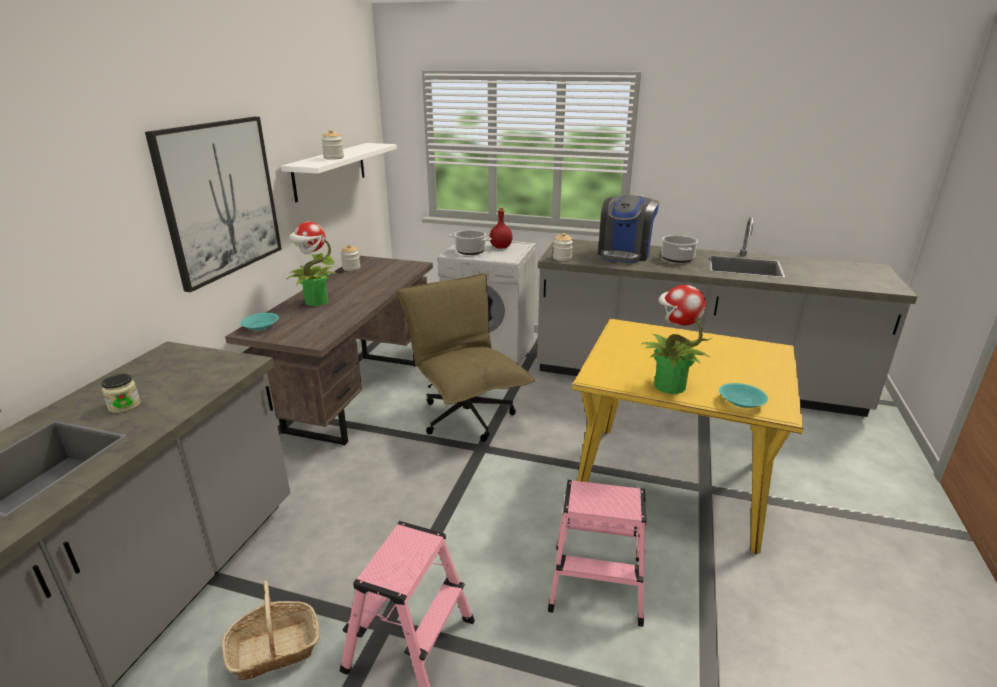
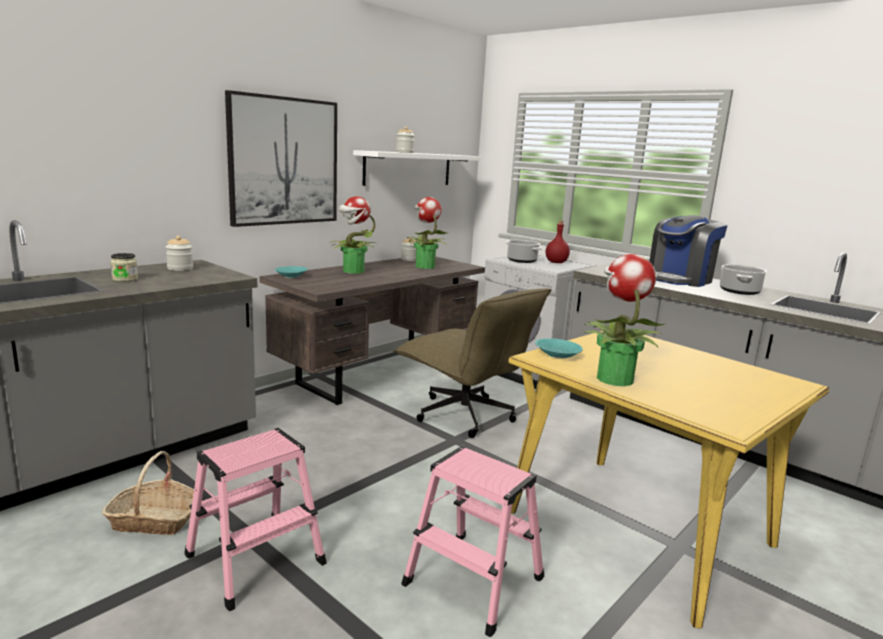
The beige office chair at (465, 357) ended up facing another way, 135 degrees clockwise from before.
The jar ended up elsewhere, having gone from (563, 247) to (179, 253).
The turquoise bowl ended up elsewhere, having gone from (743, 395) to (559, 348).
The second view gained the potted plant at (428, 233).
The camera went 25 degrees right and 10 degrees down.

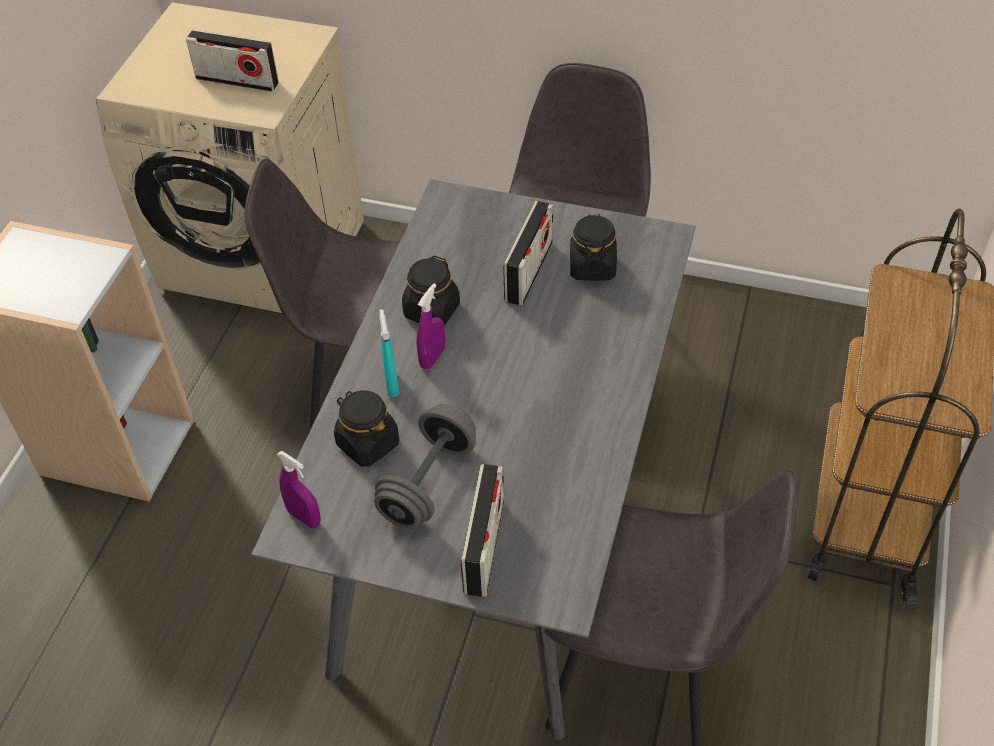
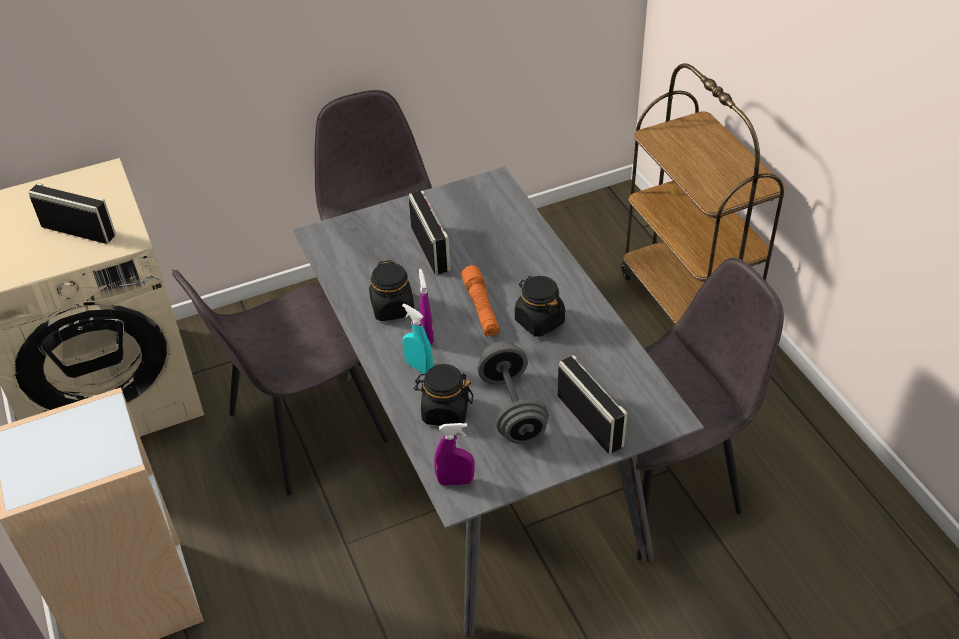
The radio at (232, 61) ended up facing another way, 135 degrees counterclockwise from before.
The black jar ended up elsewhere, having gone from (593, 247) to (540, 306).
The second view gained the orange flashlight at (480, 301).
The camera went 40 degrees left and 5 degrees down.

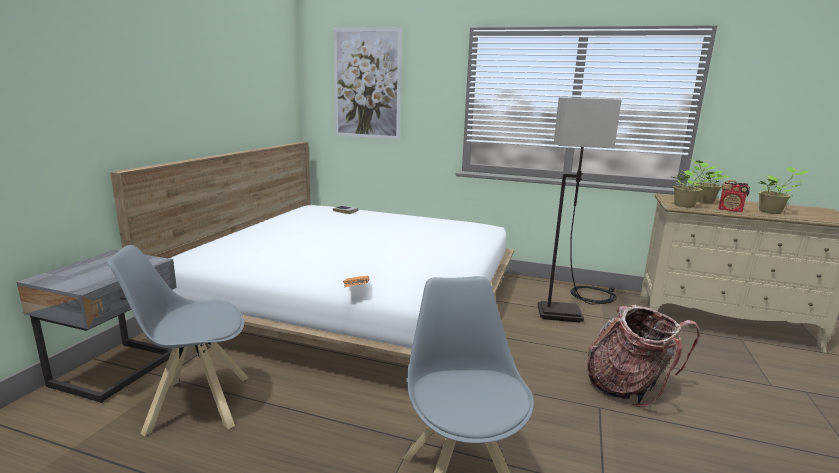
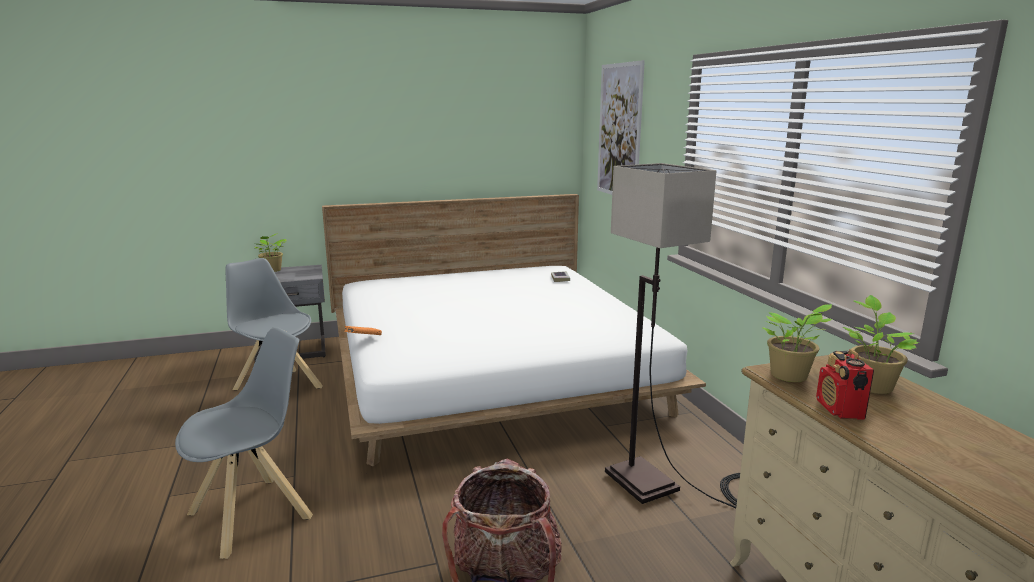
The potted plant ended up elsewhere, having gone from (784, 190) to (271, 252).
The camera went 55 degrees right and 0 degrees up.

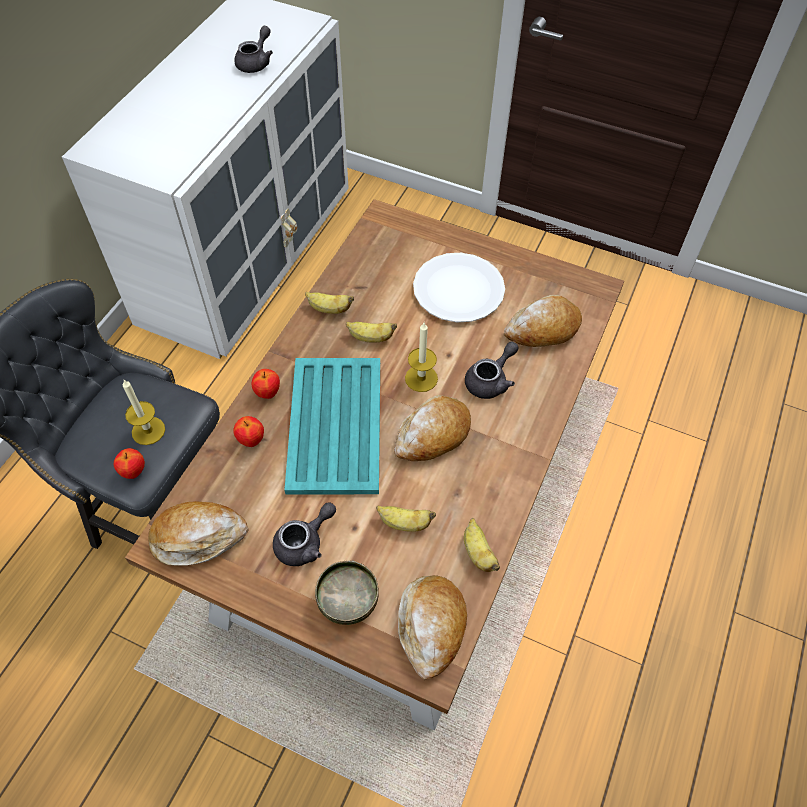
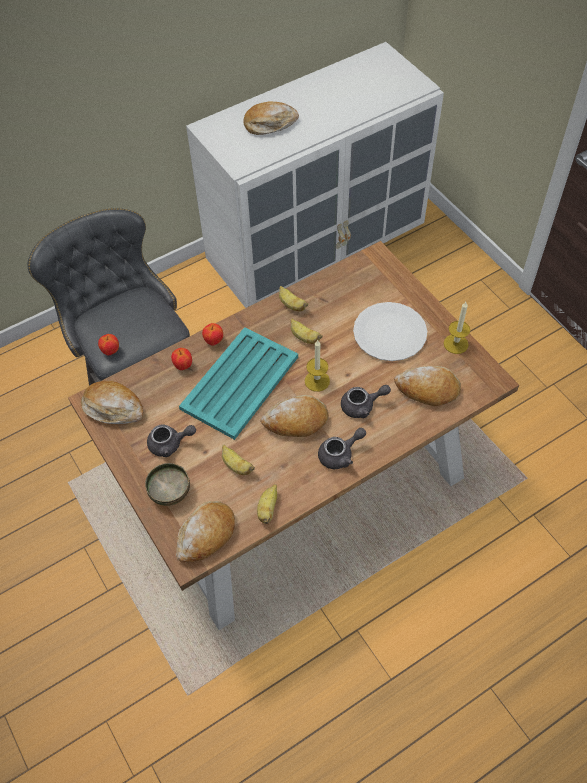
The candle ended up elsewhere, having gone from (144, 412) to (457, 328).
The grey teapot ended up elsewhere, having gone from (253, 49) to (342, 448).
The second view gained the bread at (271, 118).
The camera went 35 degrees right and 0 degrees up.

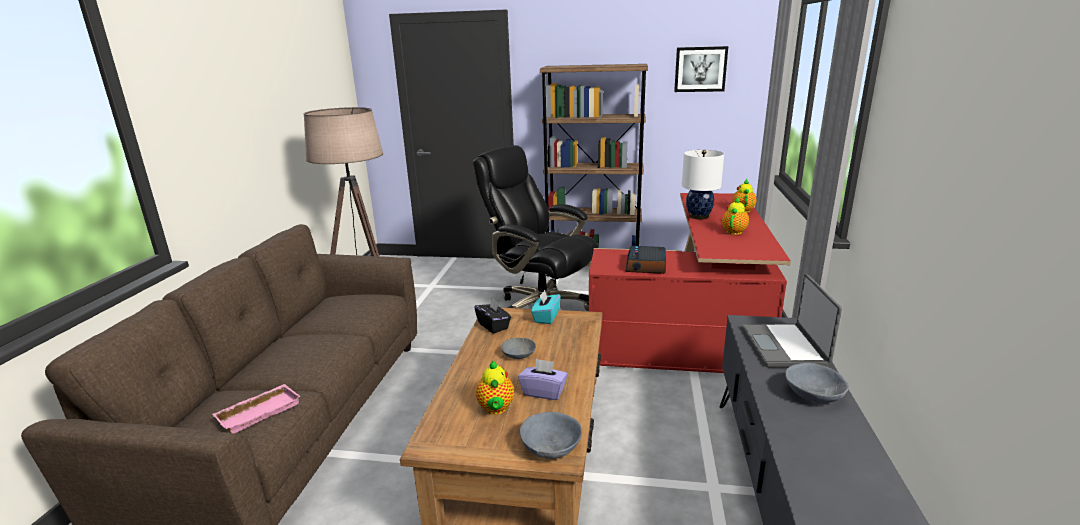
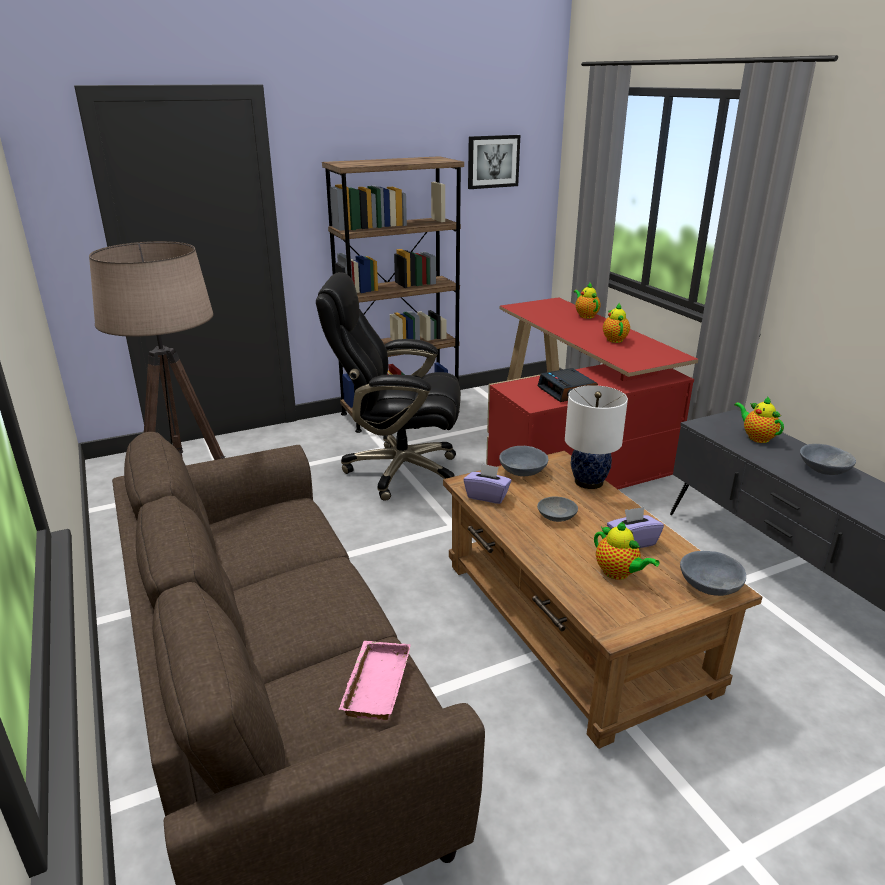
What was the black tissue box at (492, 316) turned into the purple tissue box at (488, 483).
Where the turquoise tissue box stood at (546, 306), the grey bowl came to stand at (523, 461).
The white table lamp ended up elsewhere, having gone from (703, 184) to (596, 437).
Where the laptop stood at (792, 320), the teapot came to stand at (759, 419).
The camera went 35 degrees left and 5 degrees up.

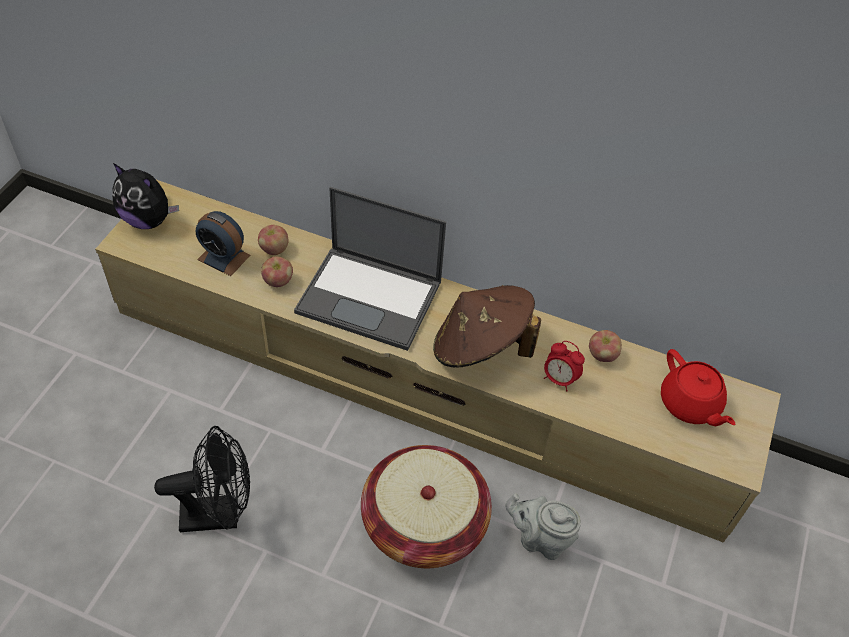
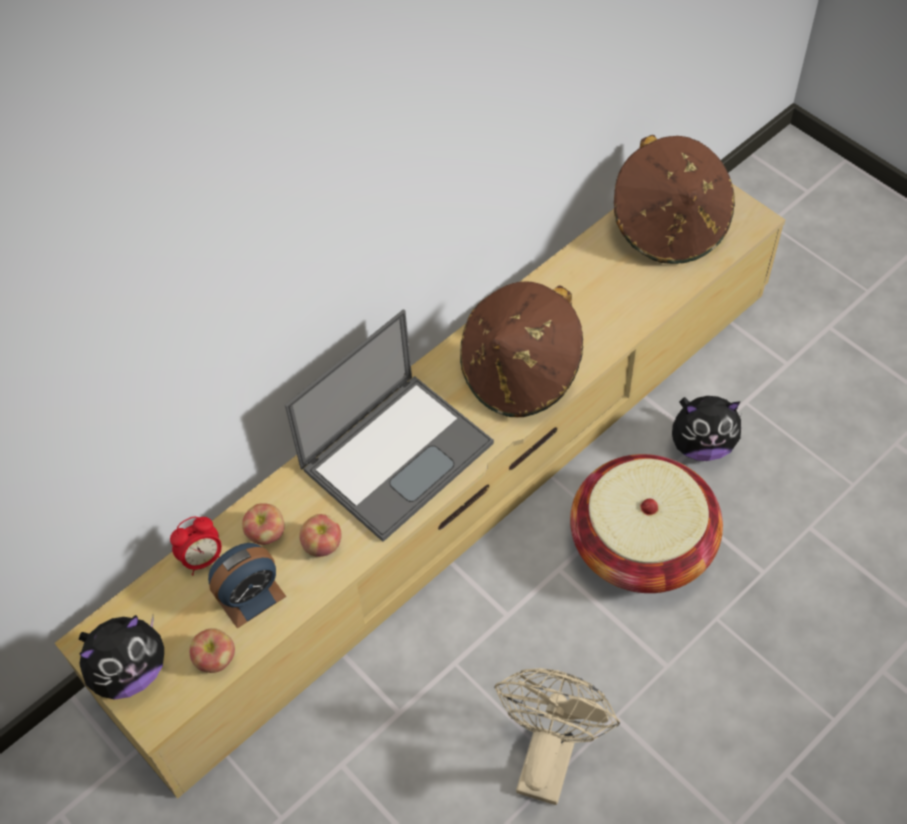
What was the black fan at (202, 479) turned into the beige fan at (557, 736).
Where the grey teapot stood at (543, 526), the plush toy came to stand at (706, 428).
The alarm clock ended up elsewhere, having gone from (564, 366) to (196, 546).
The apple ended up elsewhere, having gone from (605, 346) to (212, 650).
Where the red teapot stood at (698, 387), the brown hat came to stand at (674, 199).
The camera went 60 degrees left and 5 degrees up.

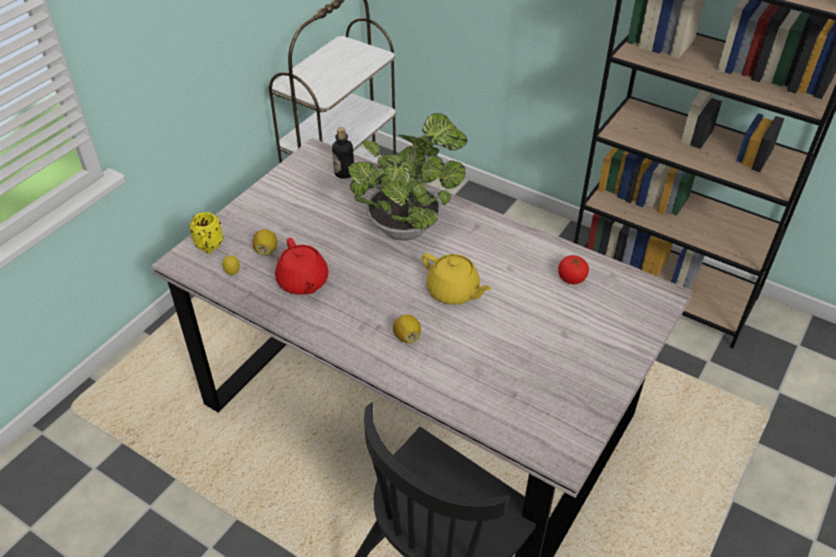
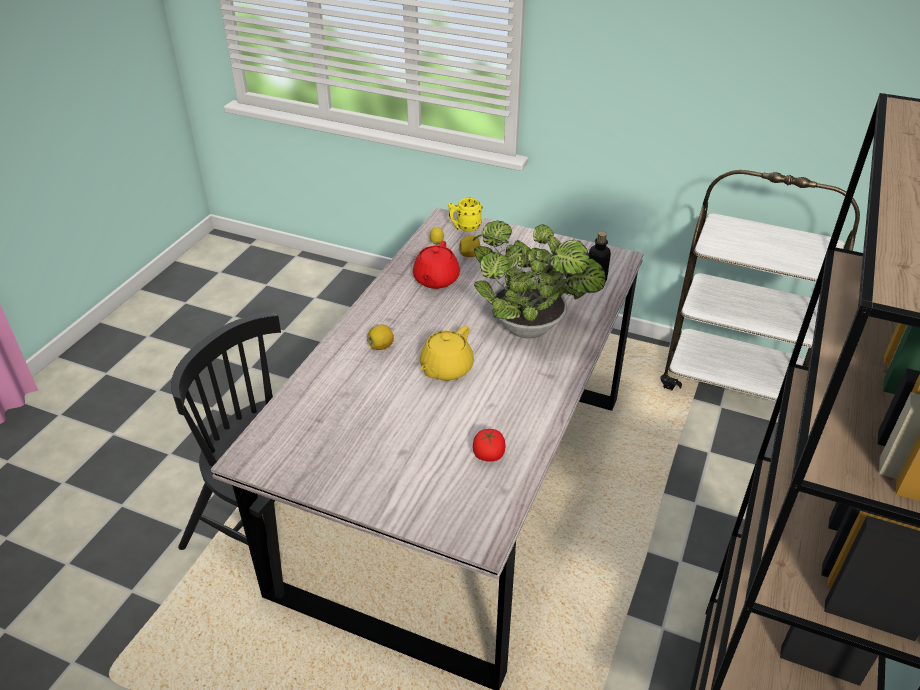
The red teapot at (301, 266) ended up facing another way, 45 degrees counterclockwise from before.
The camera went 80 degrees right and 5 degrees down.

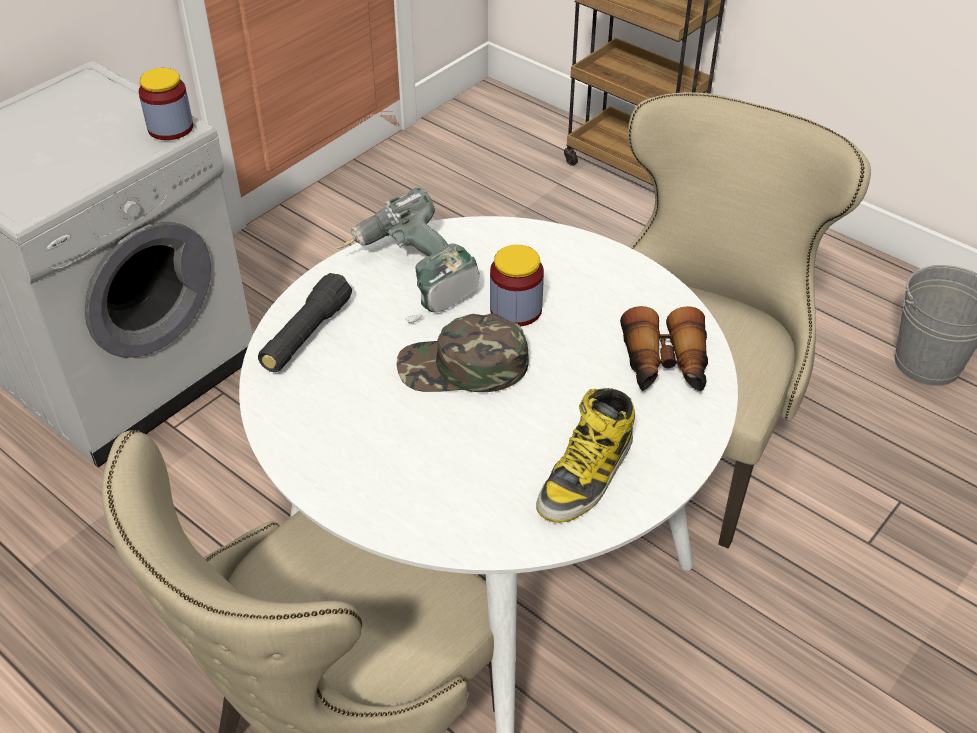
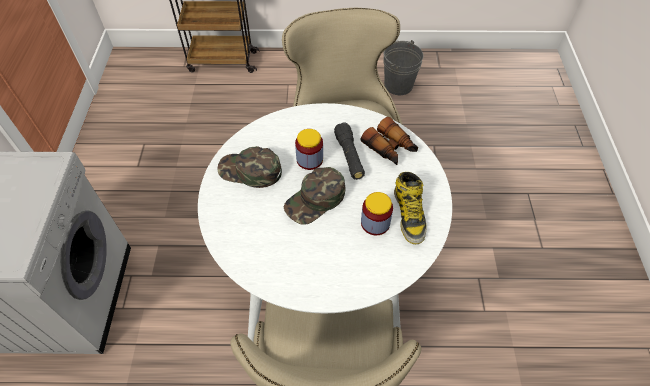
The jar ended up elsewhere, having gone from (165, 104) to (377, 213).
The black flashlight ended up elsewhere, having gone from (305, 322) to (349, 151).
Where the power drill stood at (408, 255), the green cap came to stand at (249, 167).
The camera went 40 degrees left and 10 degrees up.

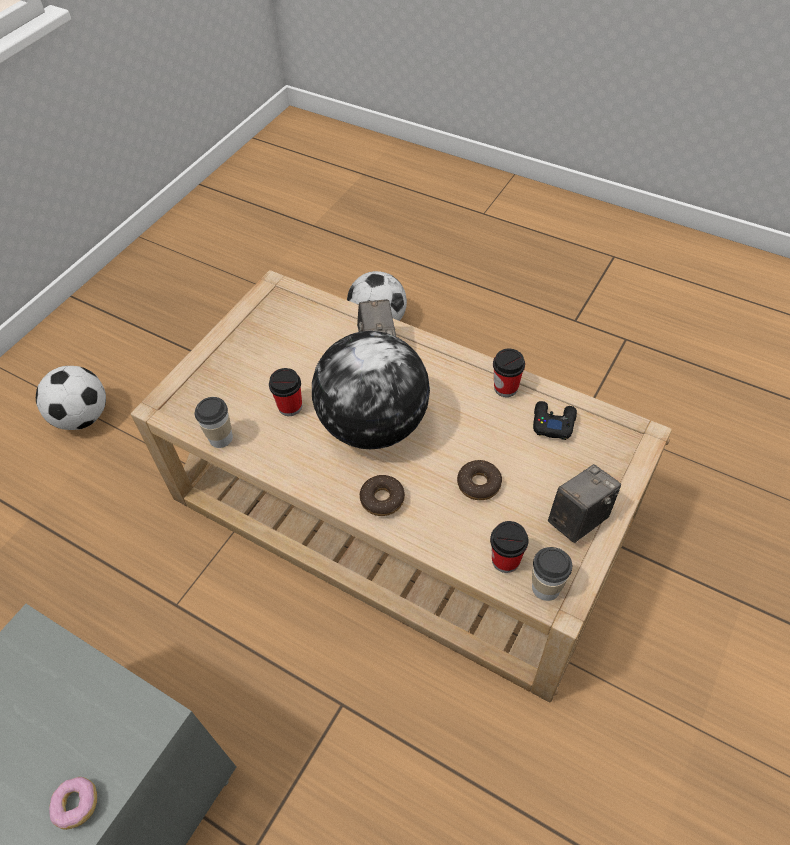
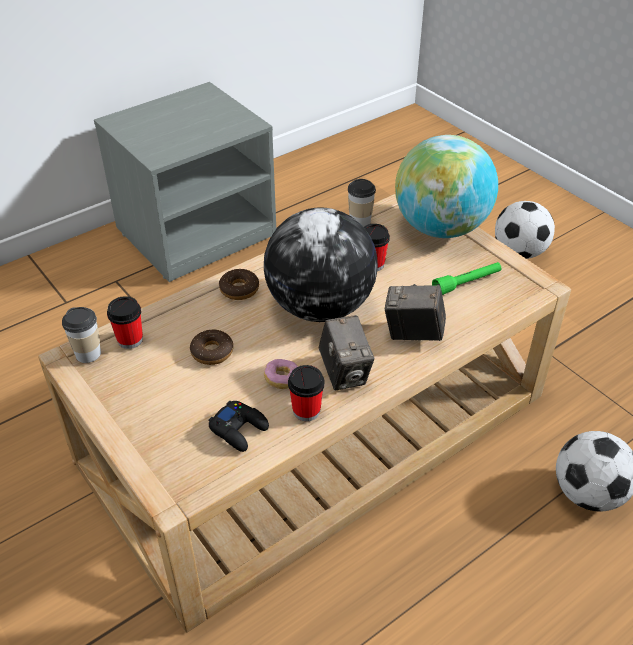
The donut ended up elsewhere, having gone from (73, 803) to (281, 374).
The photo camera ended up elsewhere, having gone from (584, 503) to (346, 352).
The second view gained the globe at (446, 186).
The second view gained the green flashlight at (466, 278).
The camera went 110 degrees right and 10 degrees down.

